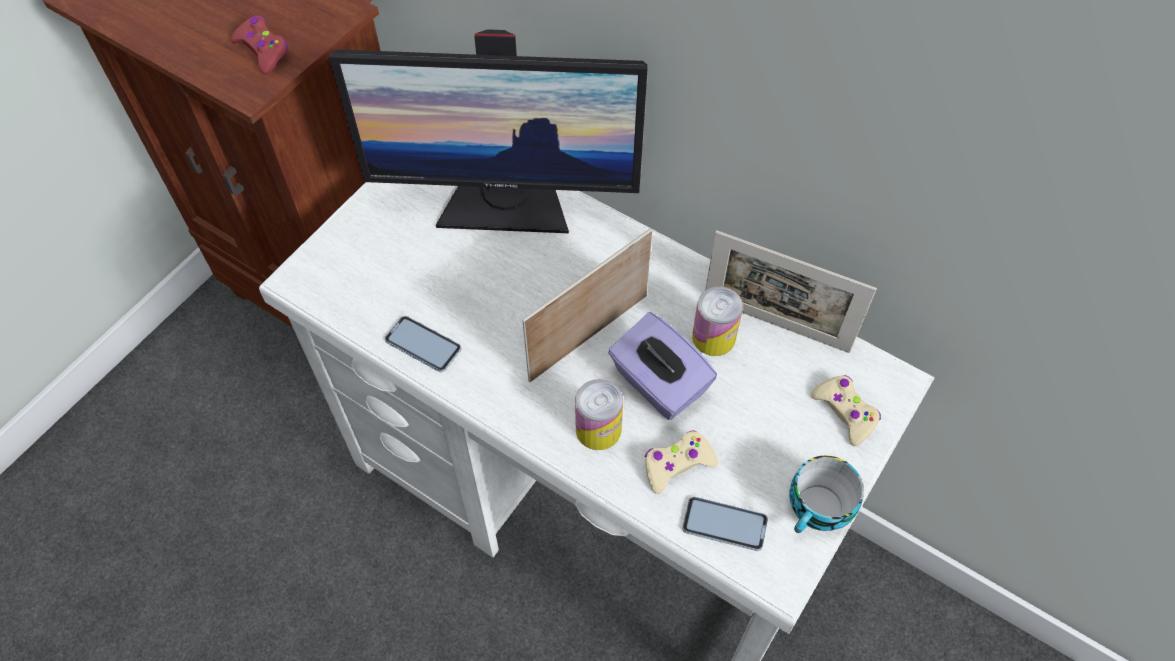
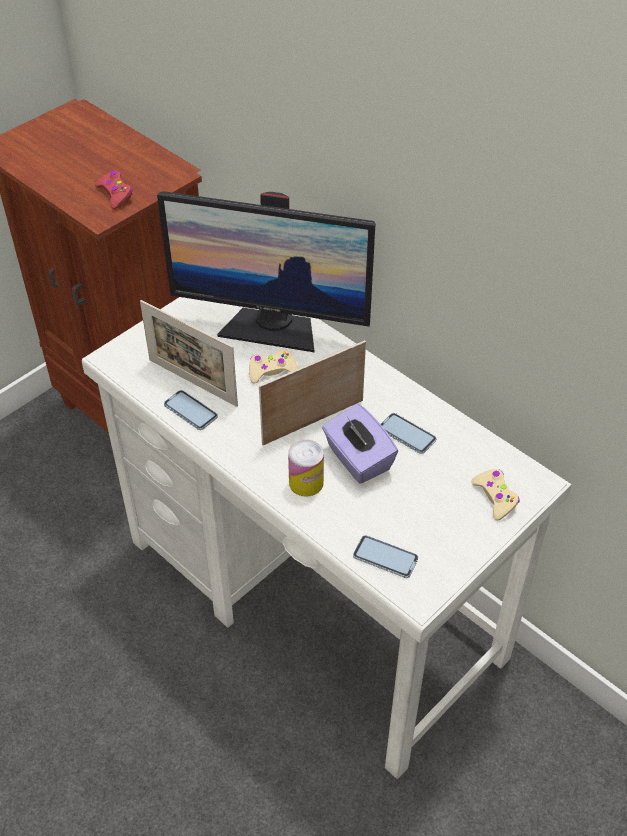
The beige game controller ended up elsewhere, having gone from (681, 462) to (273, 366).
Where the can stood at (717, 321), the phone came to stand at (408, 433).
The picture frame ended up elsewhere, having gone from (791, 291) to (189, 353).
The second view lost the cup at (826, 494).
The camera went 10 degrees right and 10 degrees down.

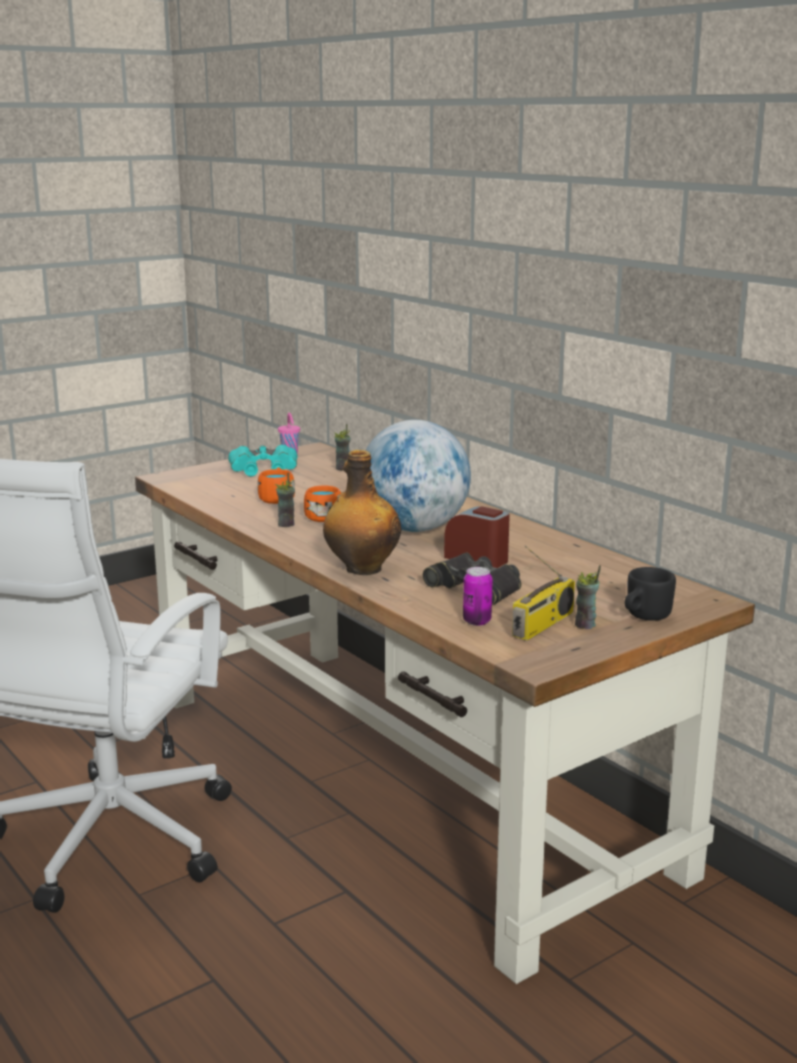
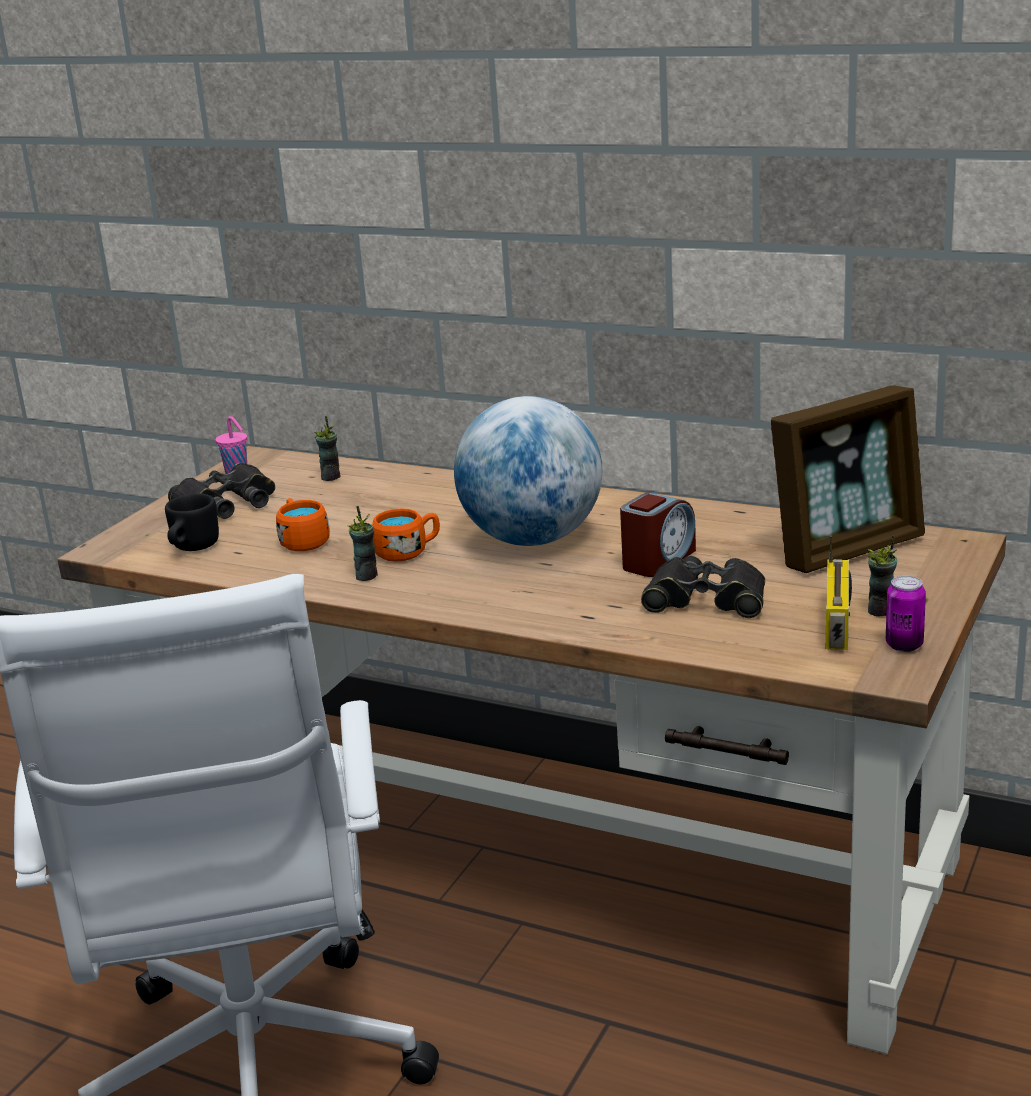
What was the turquoise binoculars at (262, 460) turned into the black binoculars at (221, 491).
The second view lost the bottle at (362, 512).
The alarm clock at (477, 537) ended up facing another way, 120 degrees clockwise from before.
The can ended up elsewhere, having gone from (478, 596) to (906, 614).
The black mug ended up elsewhere, having gone from (650, 594) to (192, 522).
The second view gained the picture frame at (848, 479).
The camera went 25 degrees left and 5 degrees up.

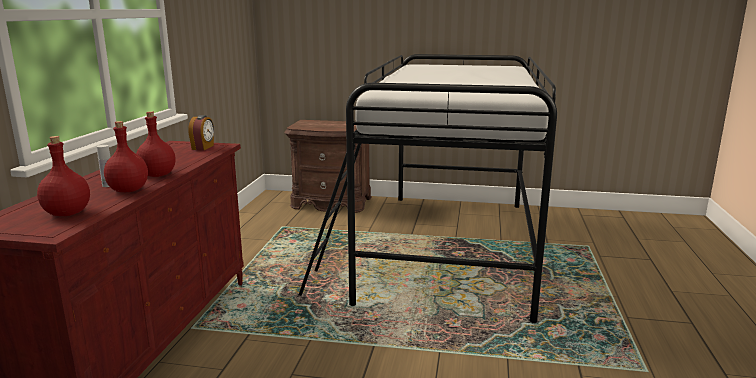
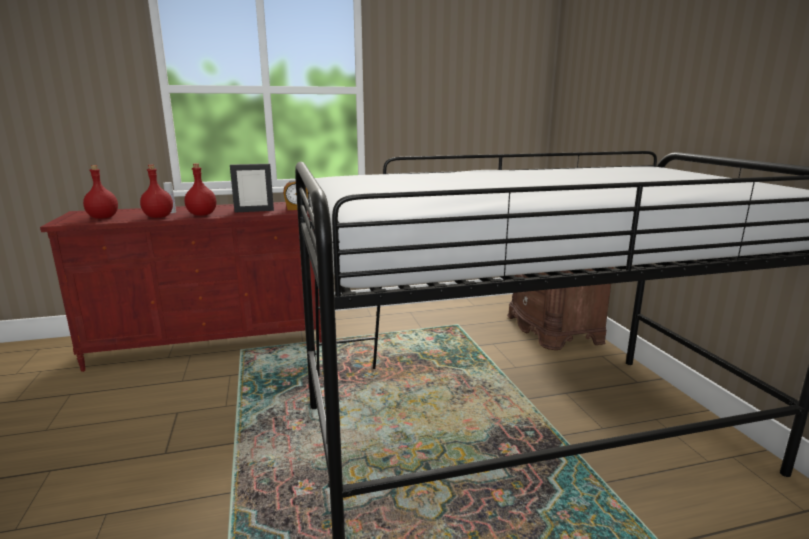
The second view gained the picture frame at (252, 188).
The camera went 65 degrees right and 0 degrees up.

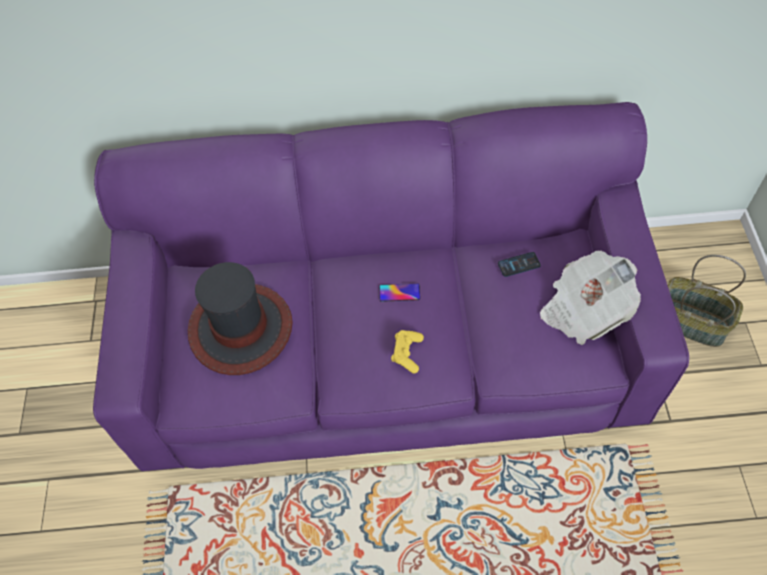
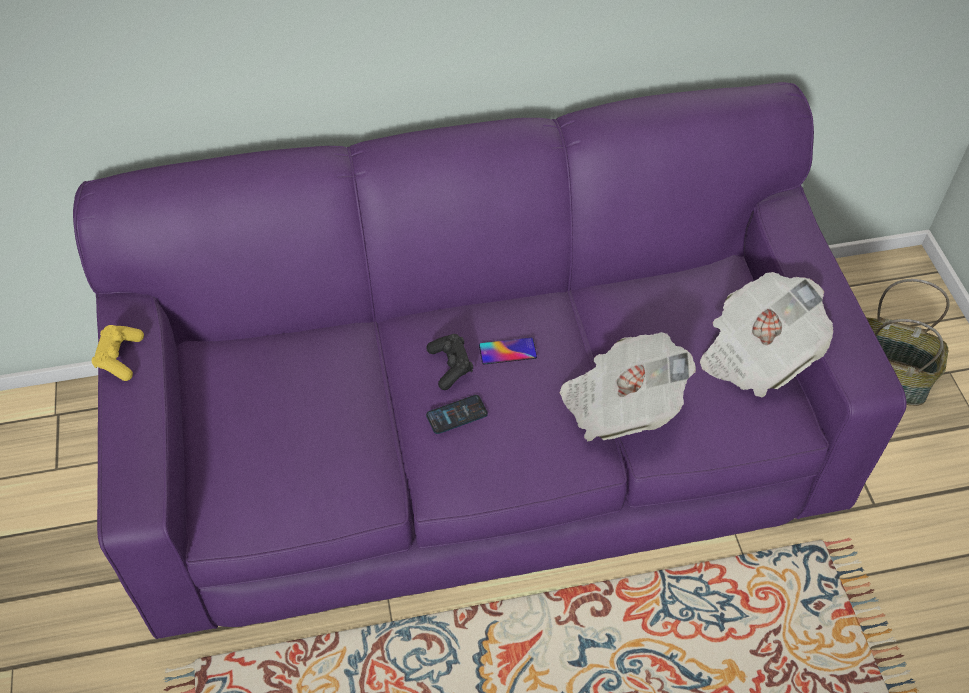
The second view lost the hat at (240, 318).
The yellow game controller ended up elsewhere, having gone from (407, 352) to (118, 353).
The phone ended up elsewhere, having gone from (519, 264) to (457, 414).
The second view gained the black game controller at (449, 362).
The second view gained the newspaper at (628, 386).
The camera went 10 degrees left and 5 degrees down.

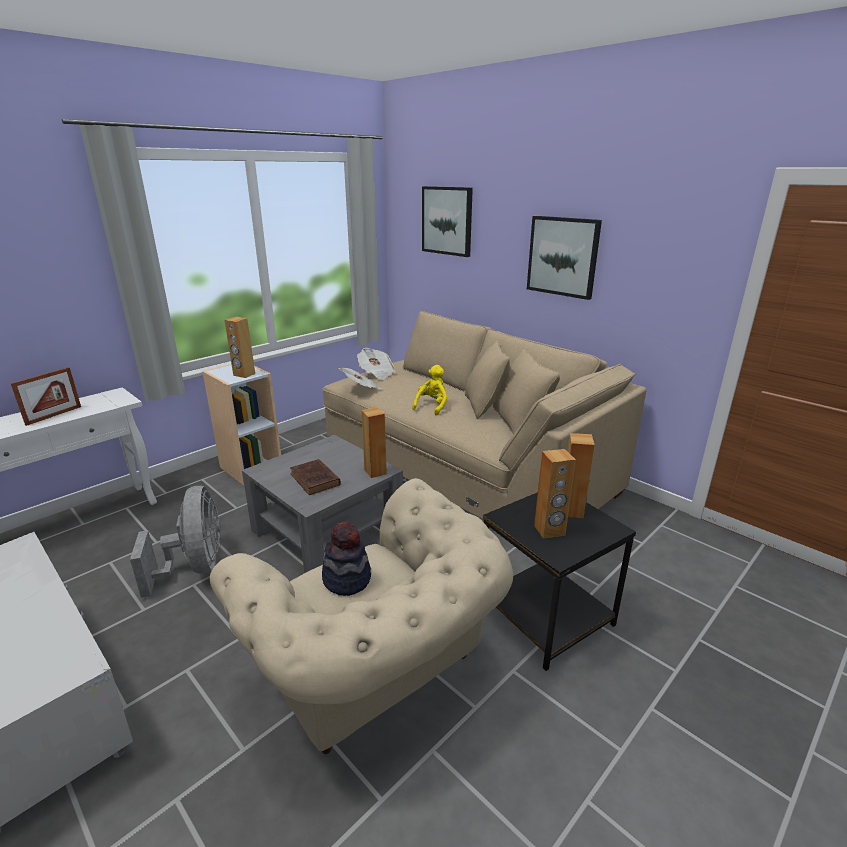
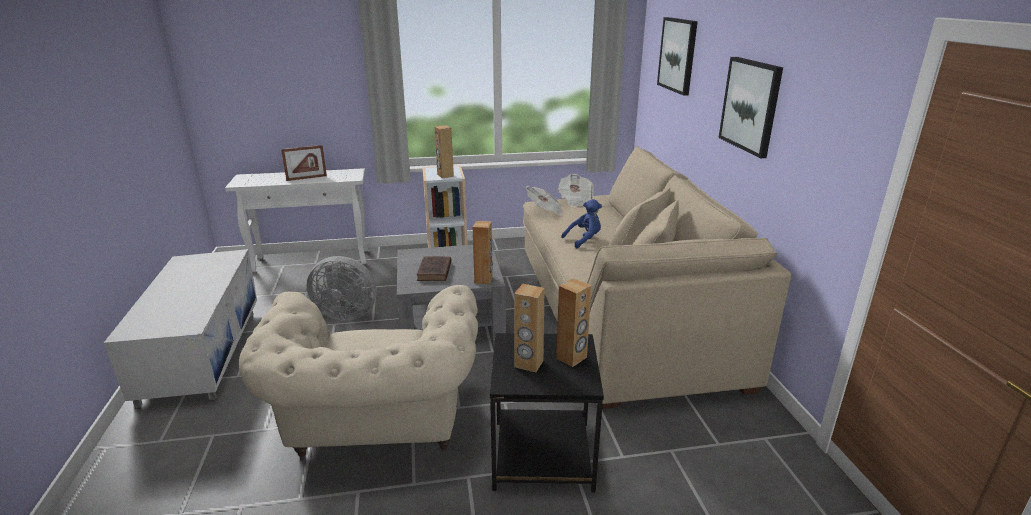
The grey fan at (175, 542) ended up facing another way, 75 degrees clockwise from before.
The second view lost the hat at (346, 559).
What was the yellow plush toy at (429, 390) turned into the blue plush toy at (581, 223).
The camera went 35 degrees right and 0 degrees up.

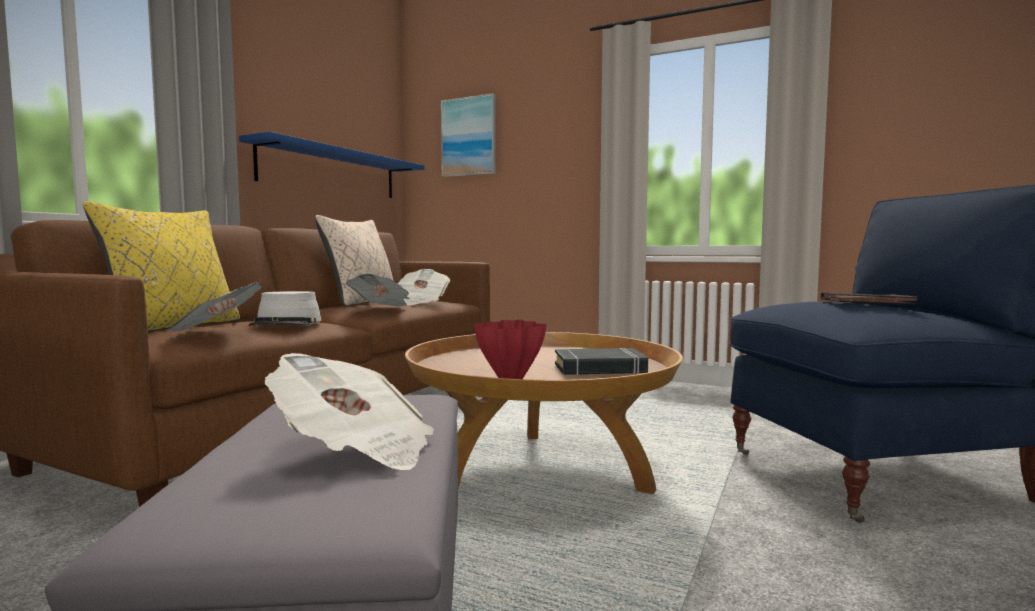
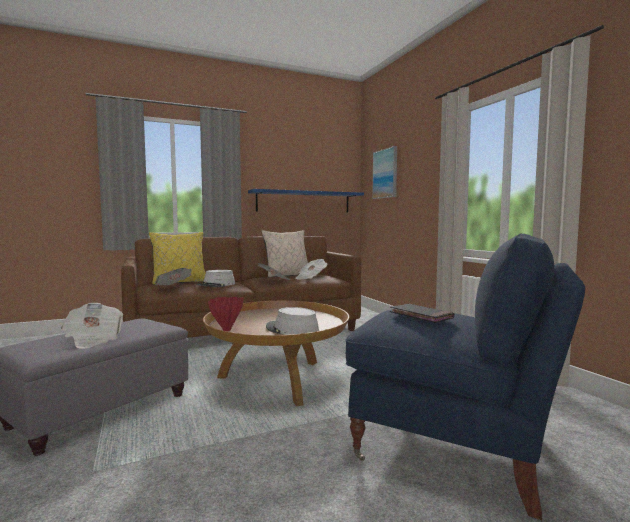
Where the black book stood at (601, 361), the grey hat came to stand at (292, 321).
The camera went 40 degrees right and 0 degrees up.

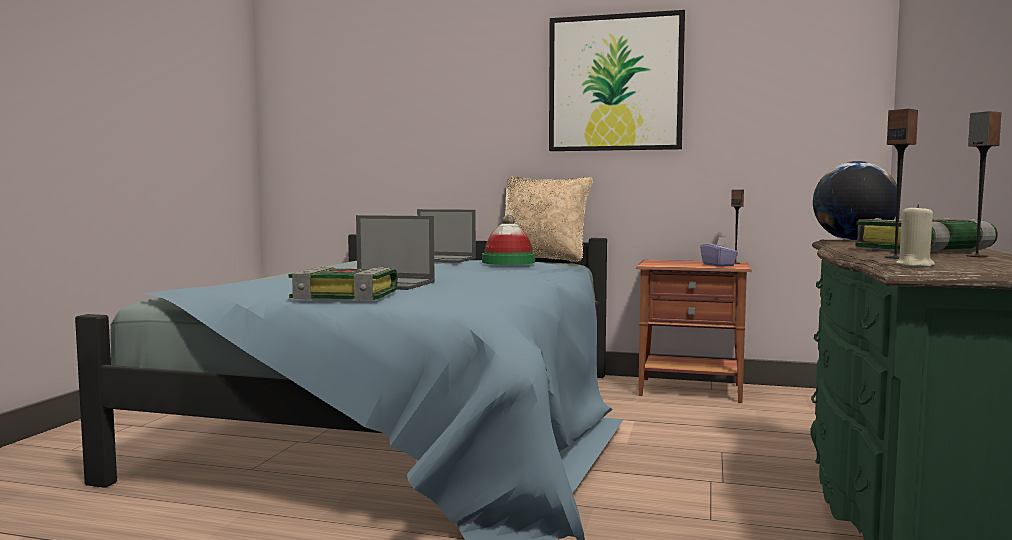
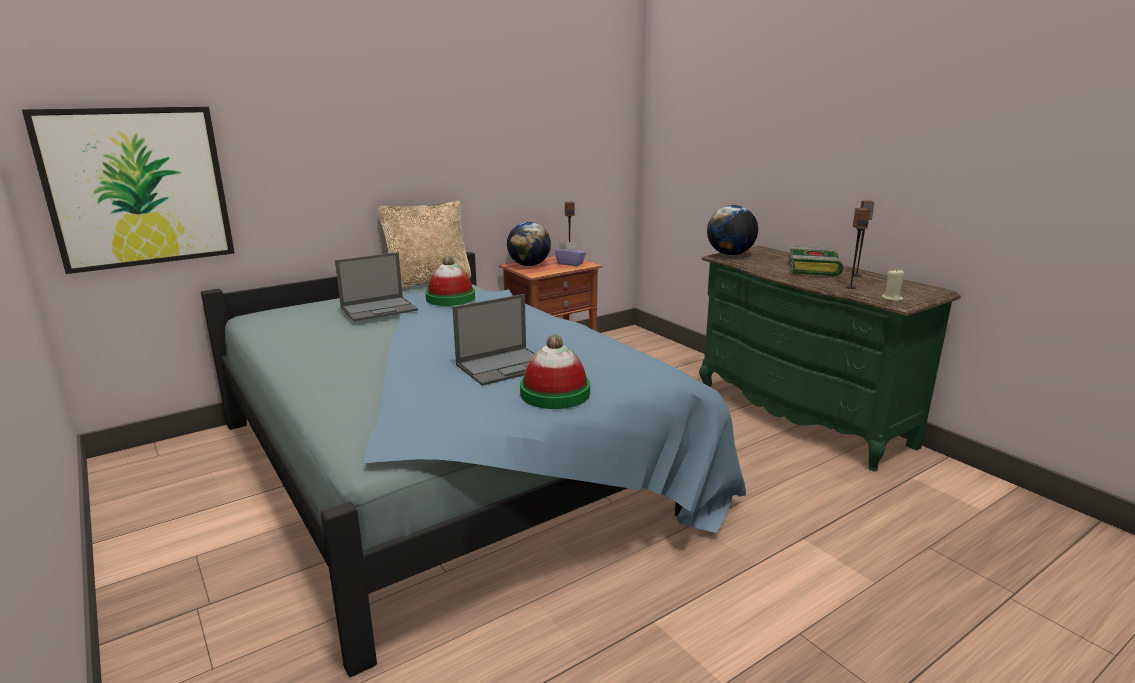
Where the book stood at (343, 283), the hat came to stand at (555, 371).
The picture ended up elsewhere, having gone from (617, 80) to (128, 190).
The second view gained the globe at (529, 244).
The camera went 50 degrees left and 15 degrees up.

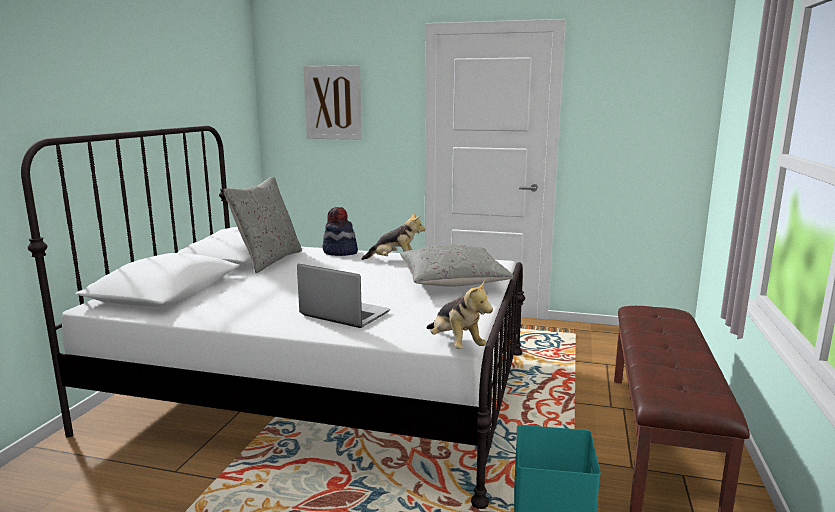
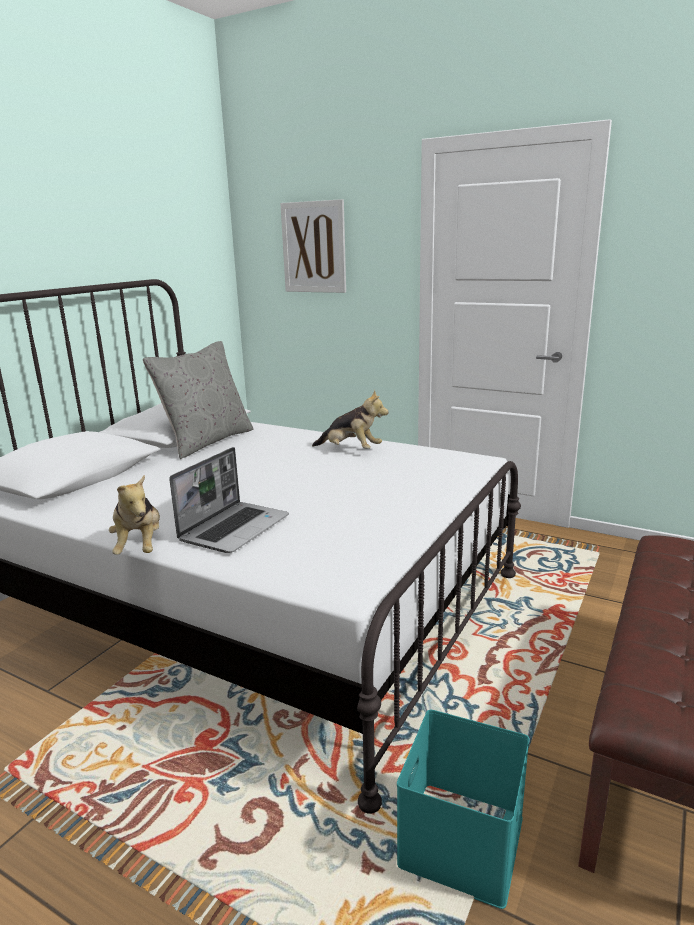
The laptop at (343, 296) ended up facing another way, 75 degrees clockwise from before.
The second view lost the hat at (340, 231).
The second view lost the grey pillow at (456, 265).
The plush toy ended up elsewhere, having gone from (460, 314) to (134, 515).
The camera went 15 degrees right and 5 degrees up.

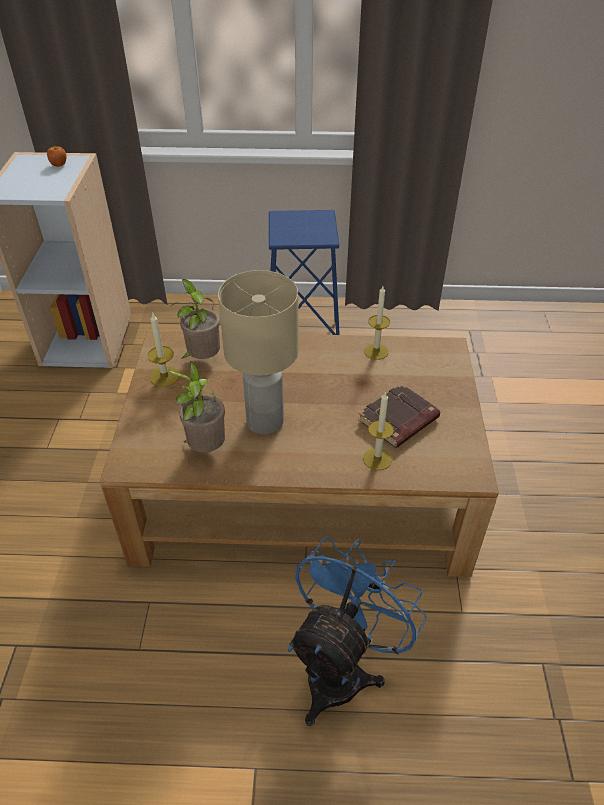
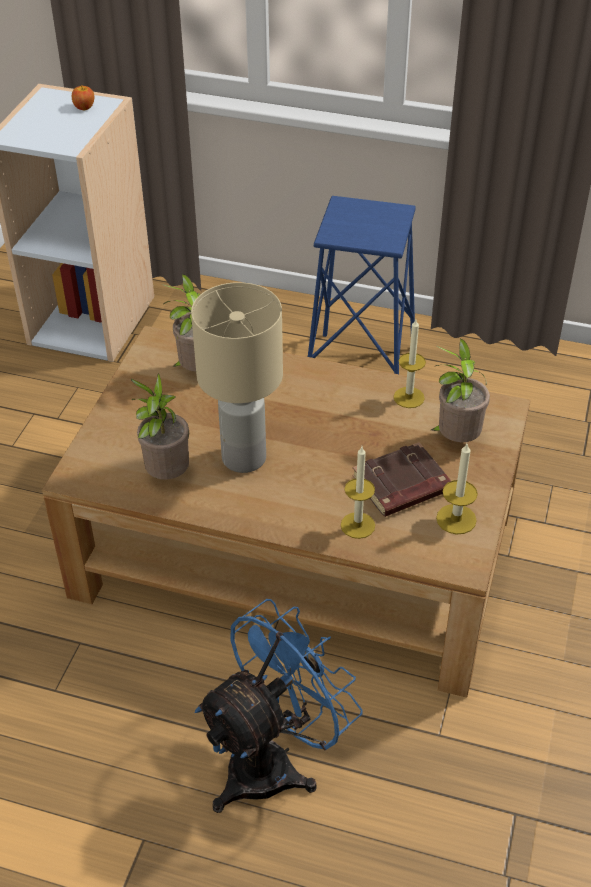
The candle ended up elsewhere, having gone from (163, 349) to (457, 489).
The second view gained the potted plant at (460, 390).
The camera went 15 degrees right and 0 degrees up.

